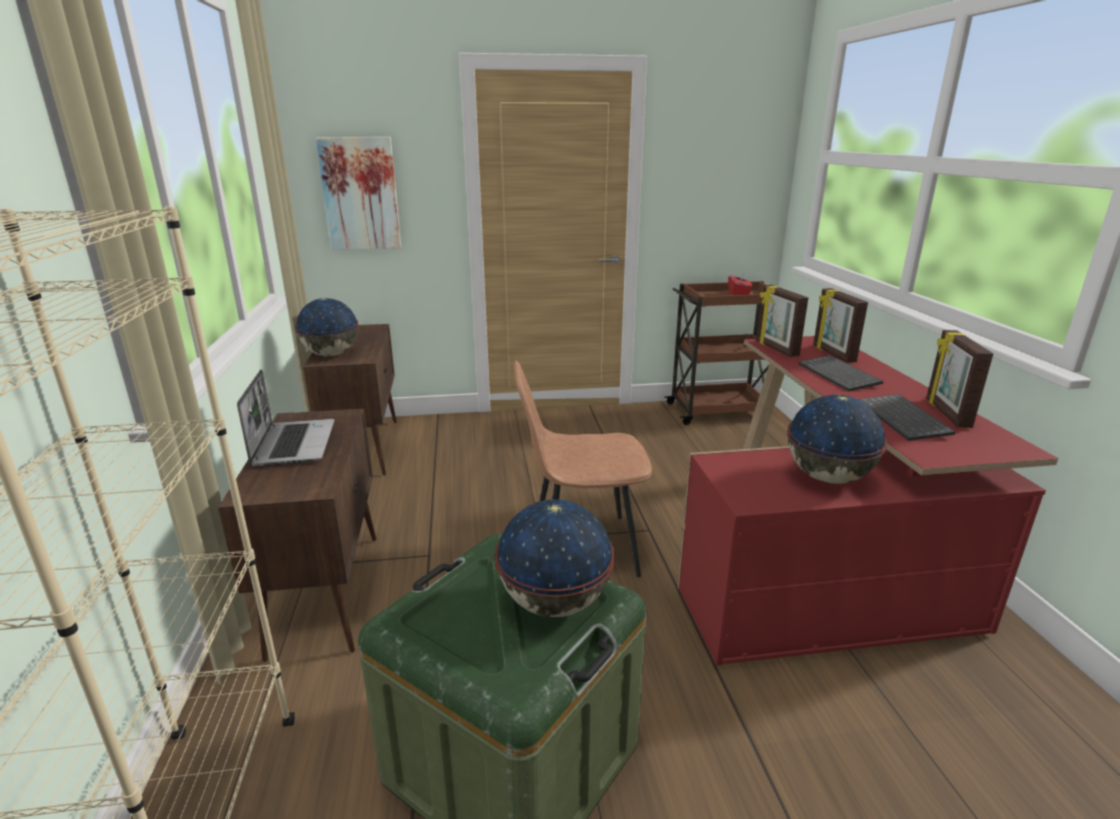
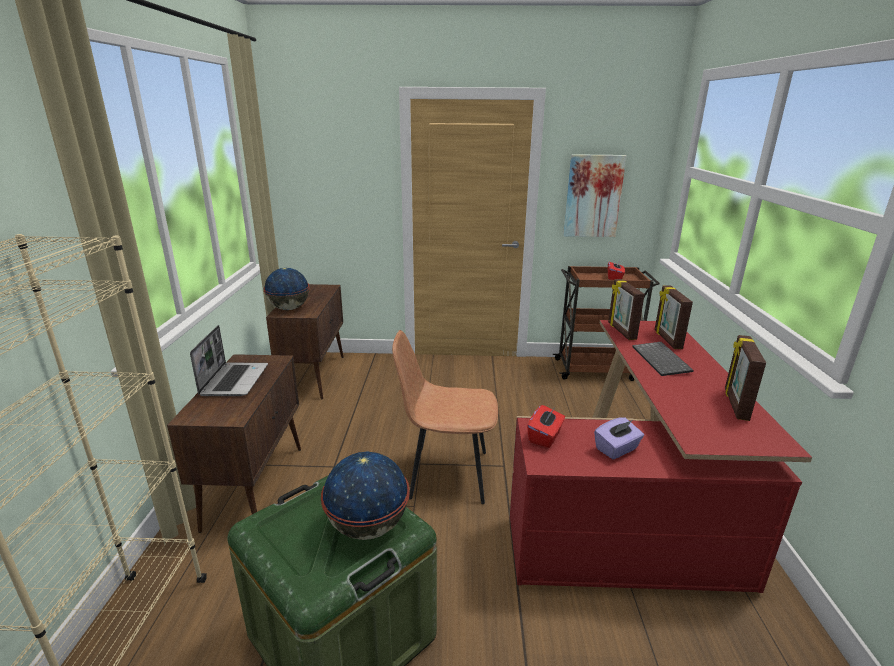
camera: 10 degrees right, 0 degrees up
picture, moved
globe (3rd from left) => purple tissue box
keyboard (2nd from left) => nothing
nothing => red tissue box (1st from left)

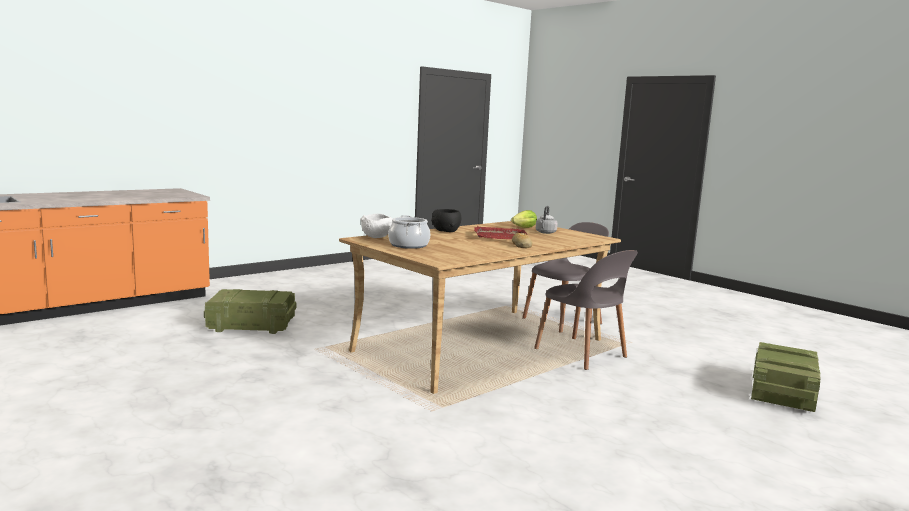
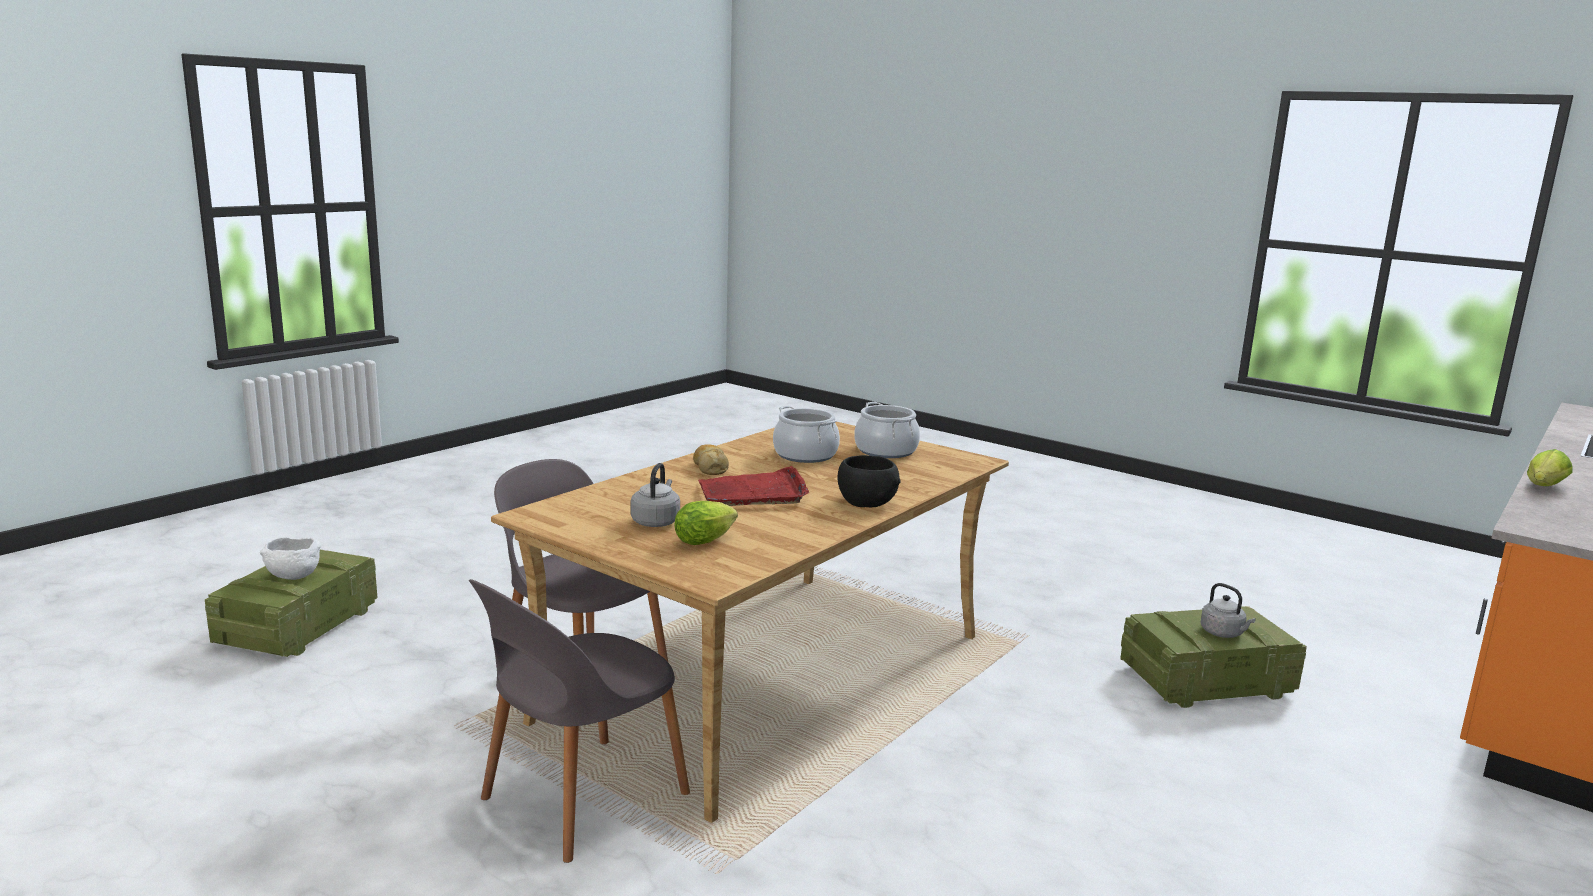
camera: 170 degrees right, 5 degrees up
white bowl, moved
nothing => cooking pot (1st from left)
nothing => grey kettle (2nd from left)
nothing => lettuce (2nd from left)

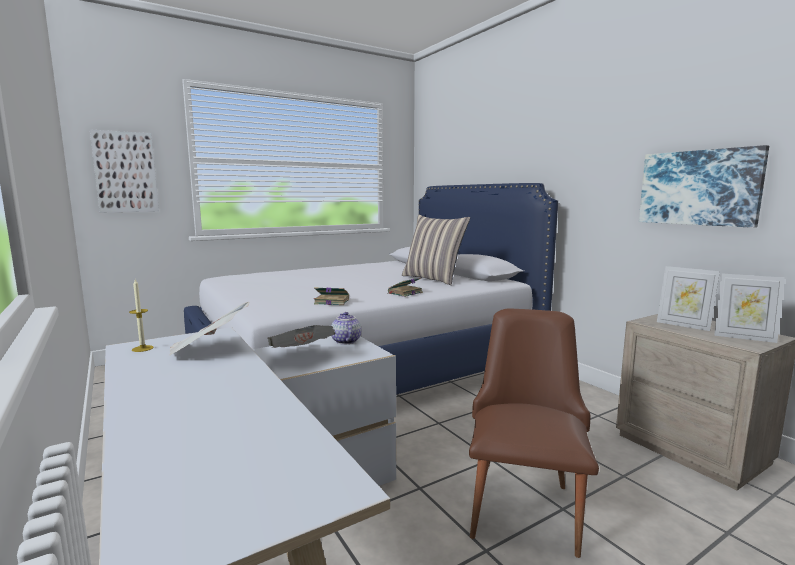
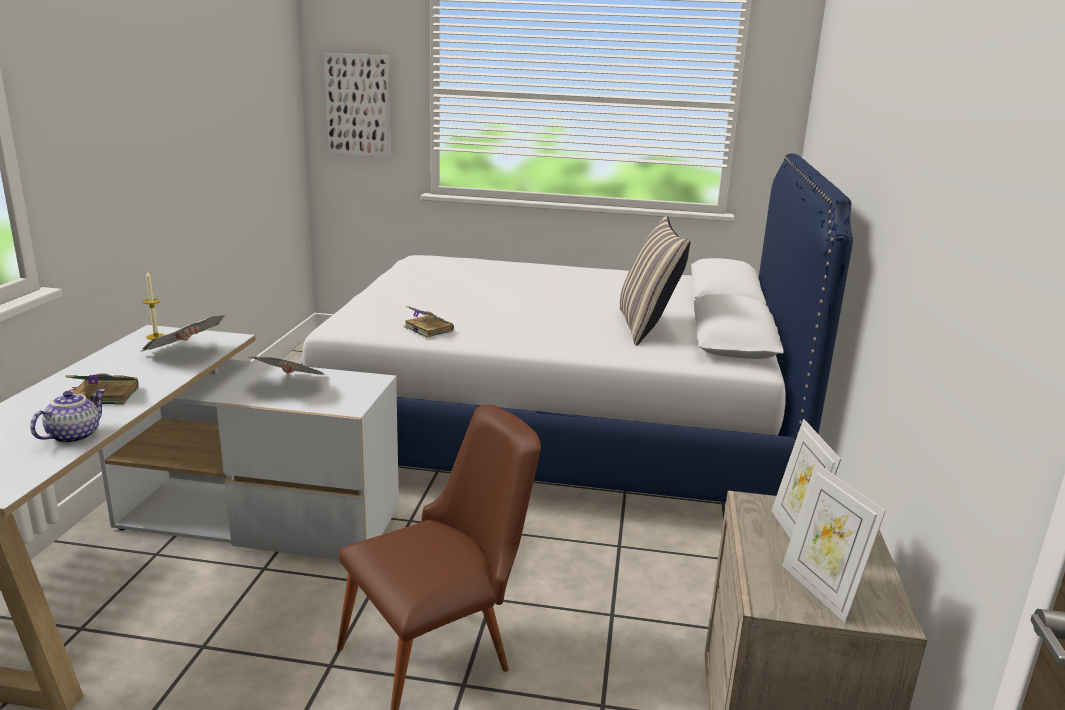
camera: 40 degrees right, 10 degrees up
teapot, moved
book (2nd from left in the first image) => book (1st from left), moved
picture (2nd from left) => nothing

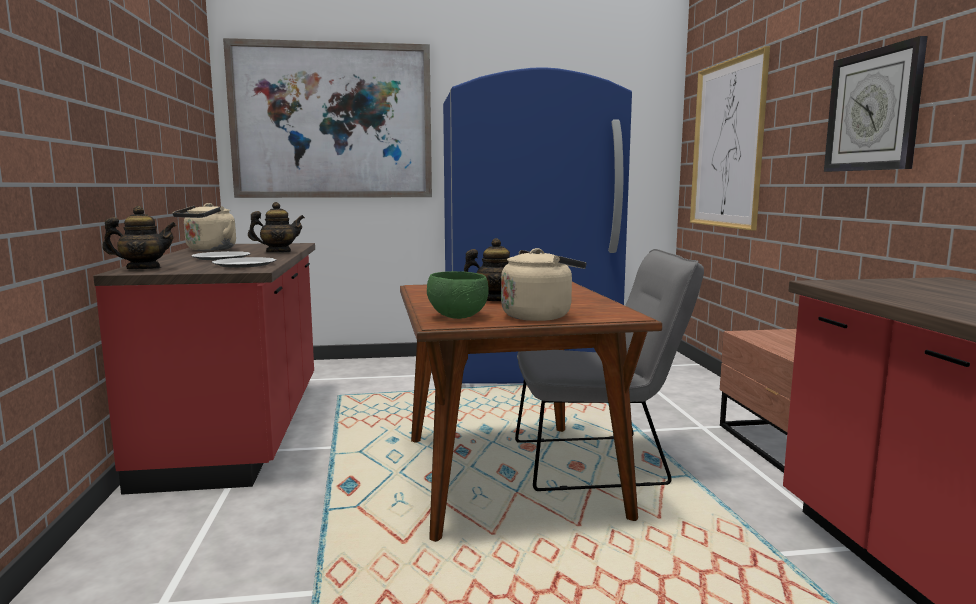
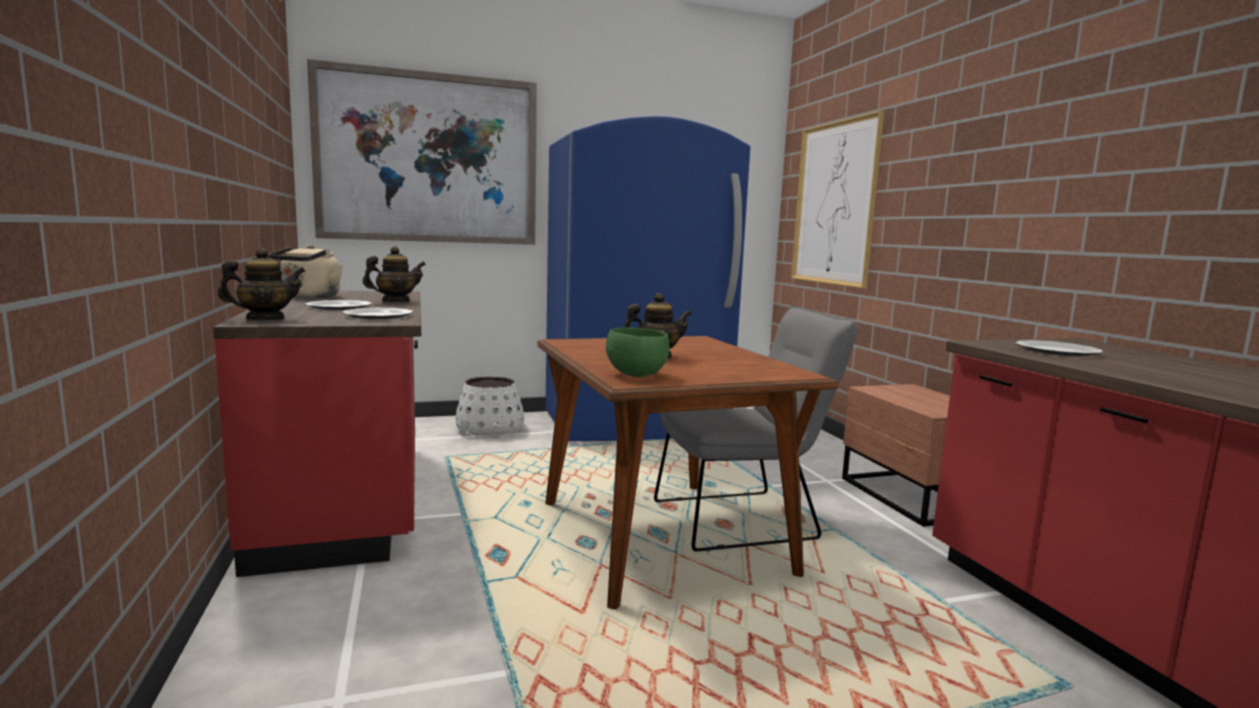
camera: 10 degrees left, 0 degrees up
beige kettle (2nd from left) => nothing
wall clock => nothing
nothing => white planter
nothing => plate (3rd from left)

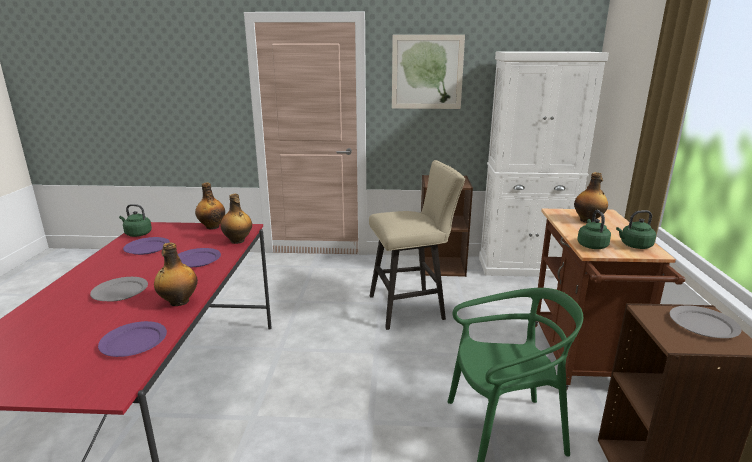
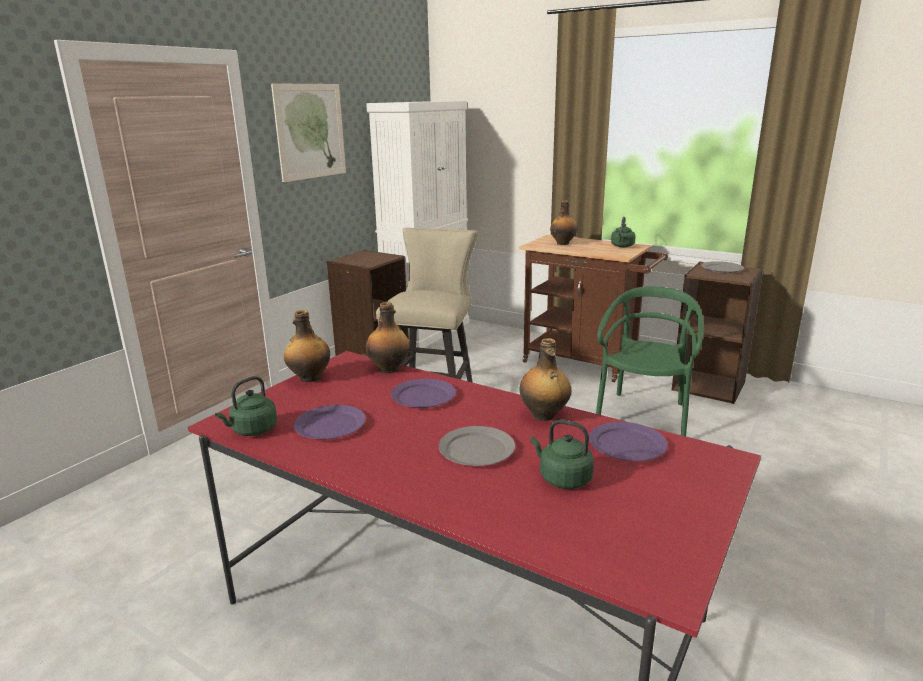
camera: 60 degrees left, 0 degrees up
green kettle (2nd from left), moved

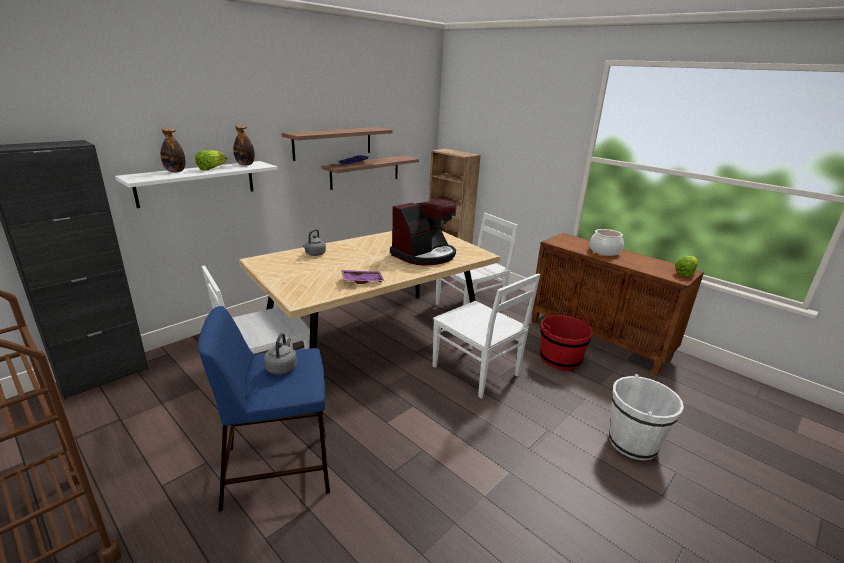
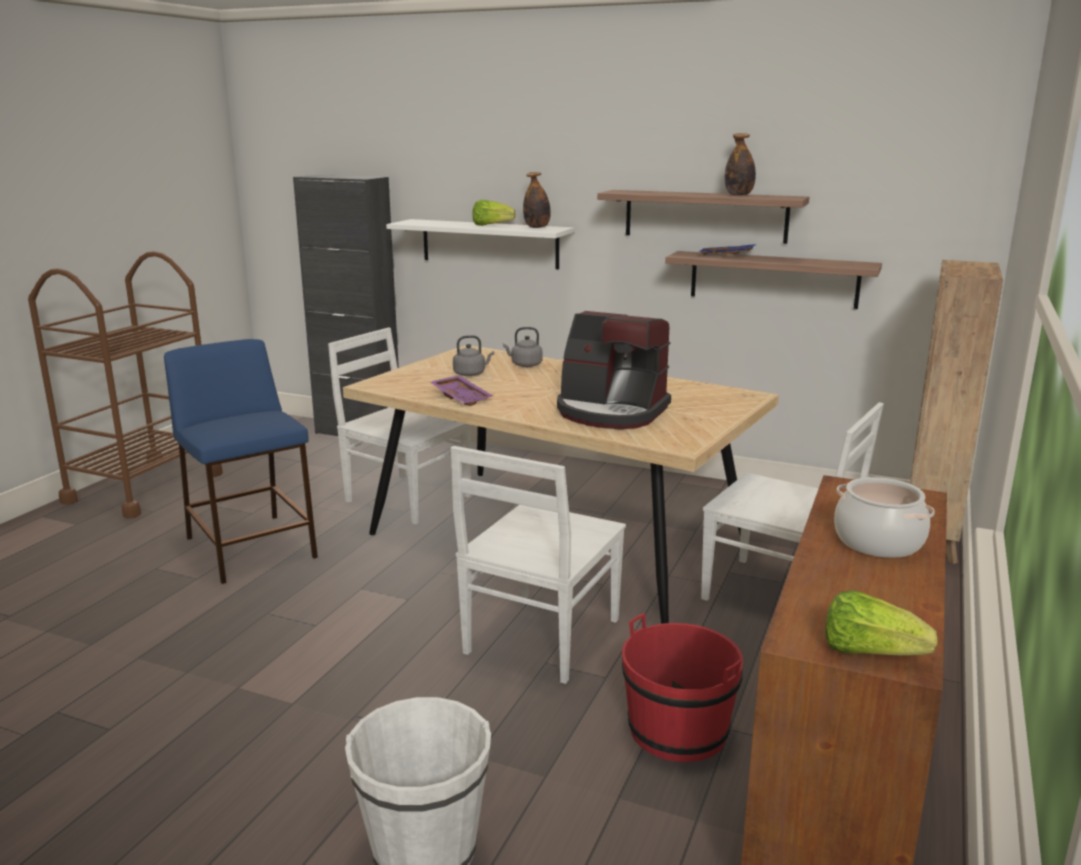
camera: 70 degrees right, 5 degrees down
bottle (1st from left in the first image) => bottle (2nd from left), moved
grey kettle (1st from left), moved

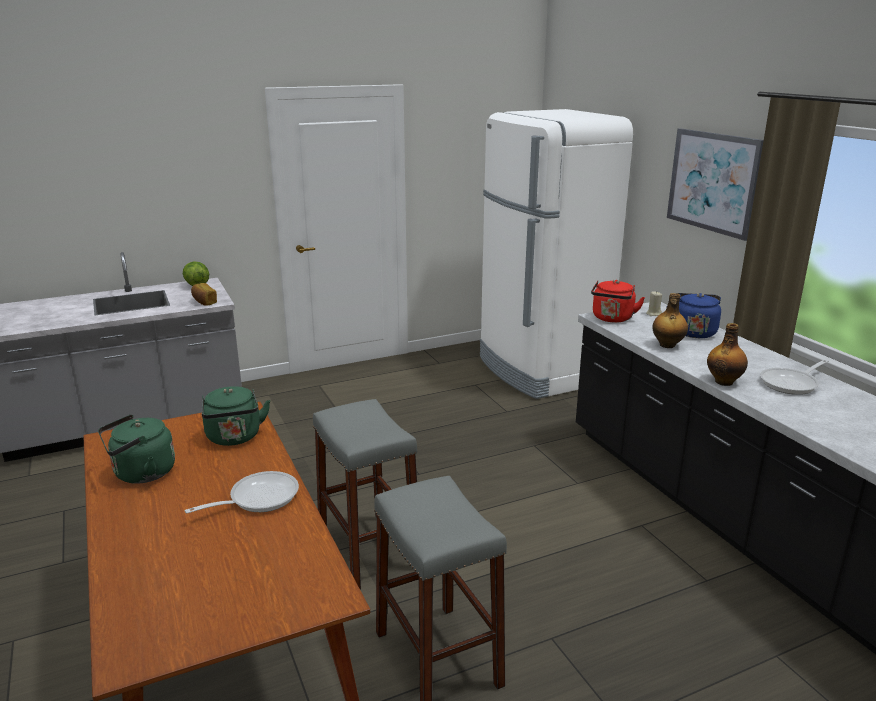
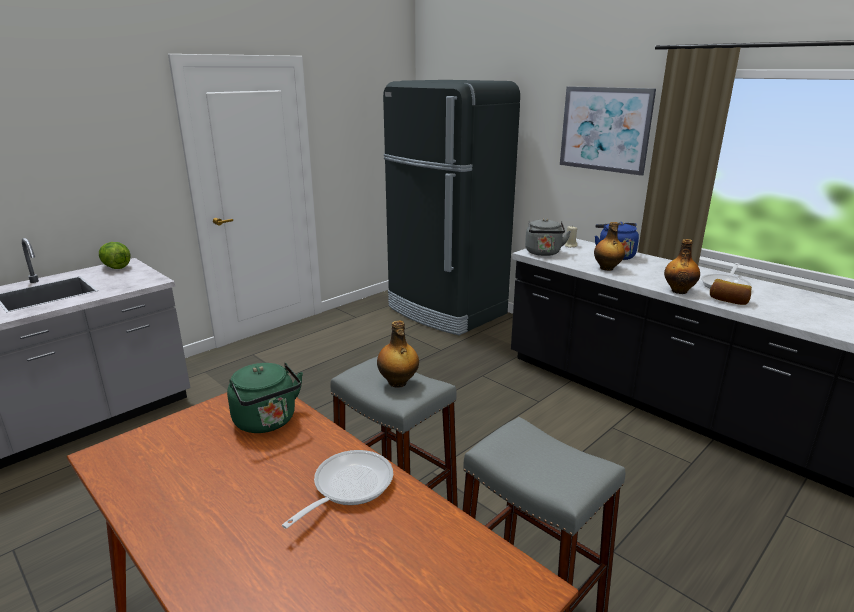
camera: 20 degrees left, 0 degrees up
green kettle (1st from left) => nothing
bread, moved
white fridge => black fridge
red kettle => grey kettle
nothing => bottle (1st from left)

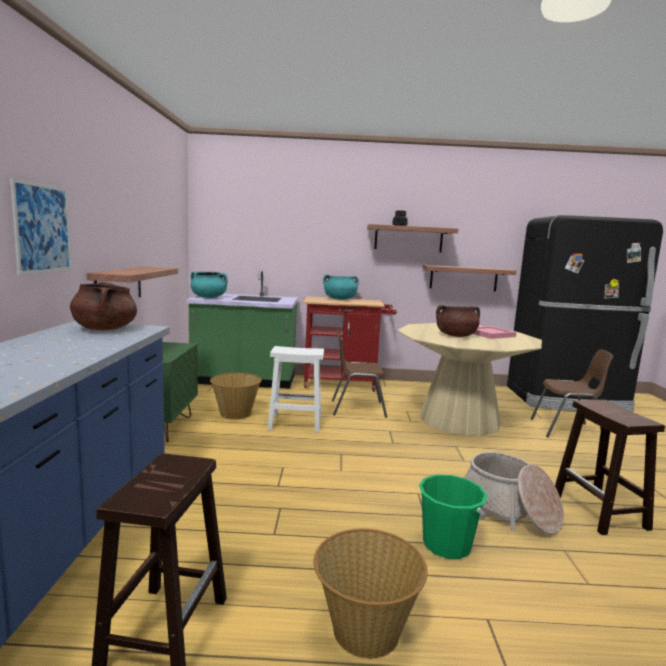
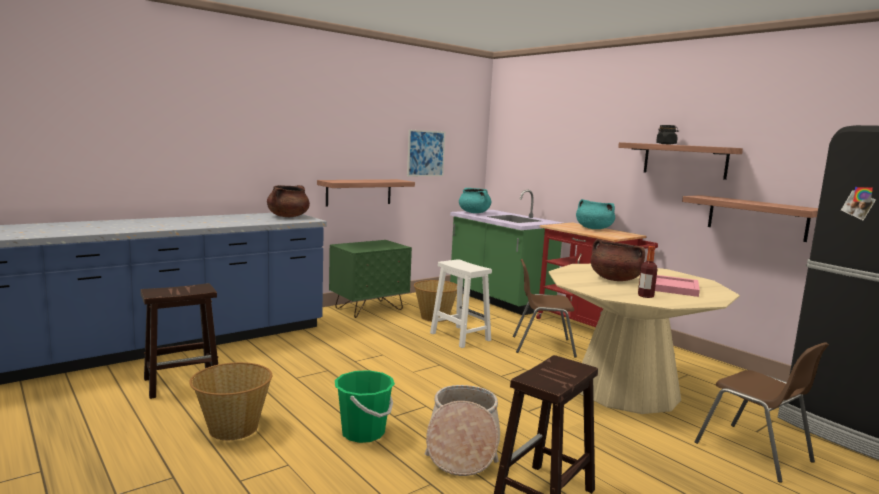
camera: 50 degrees right, 0 degrees up
picture, moved
brown chair (1st from left), 45 degrees counterclockwise
nothing => bottle

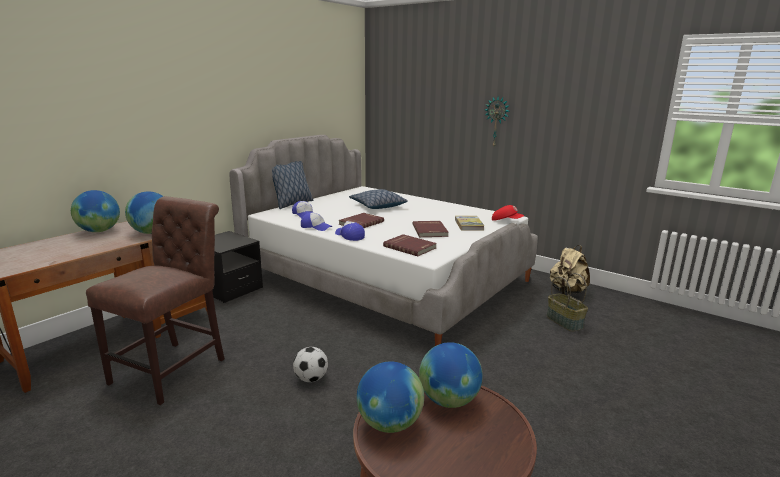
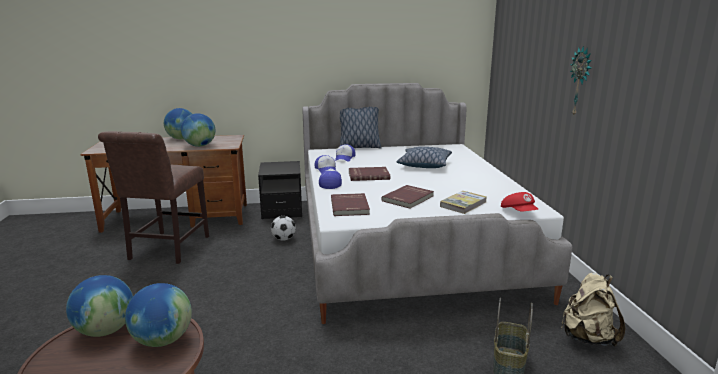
camera: 45 degrees right, 0 degrees up
brown chair, 120 degrees clockwise
football, moved

